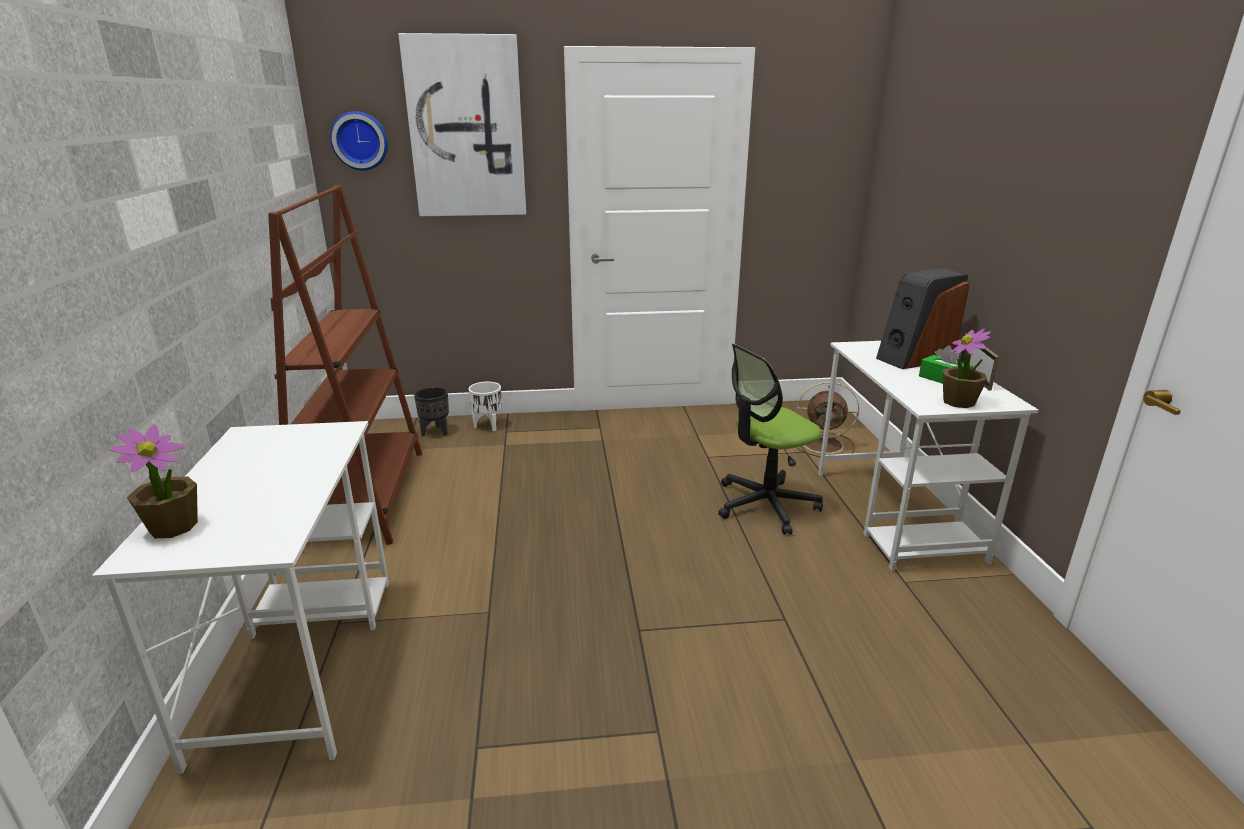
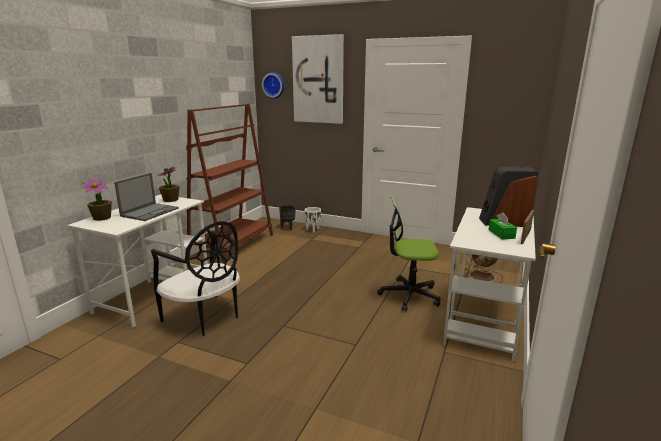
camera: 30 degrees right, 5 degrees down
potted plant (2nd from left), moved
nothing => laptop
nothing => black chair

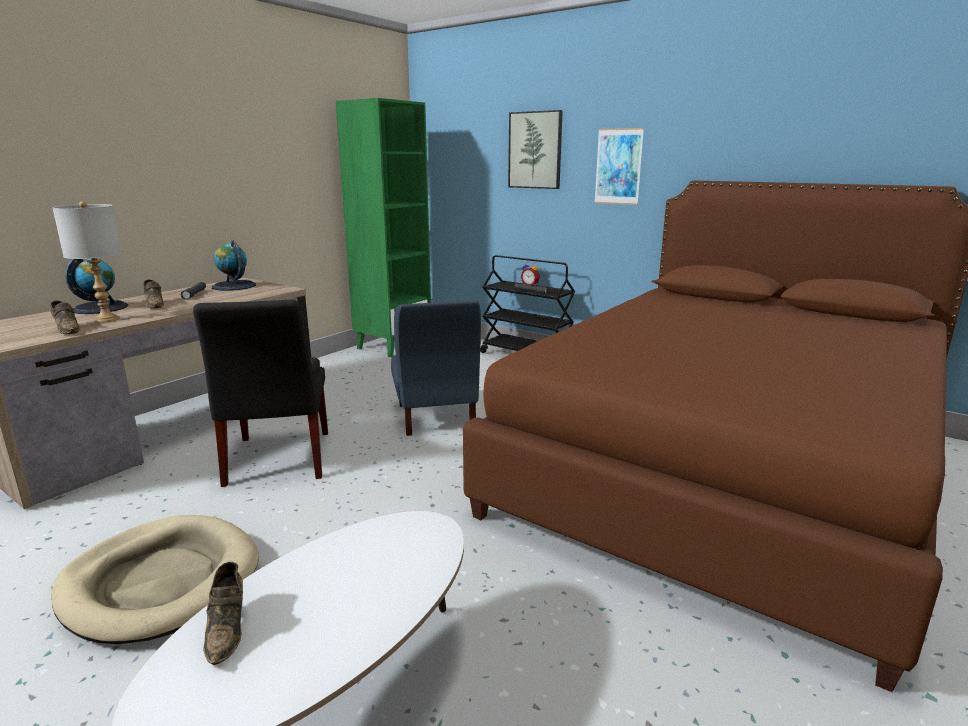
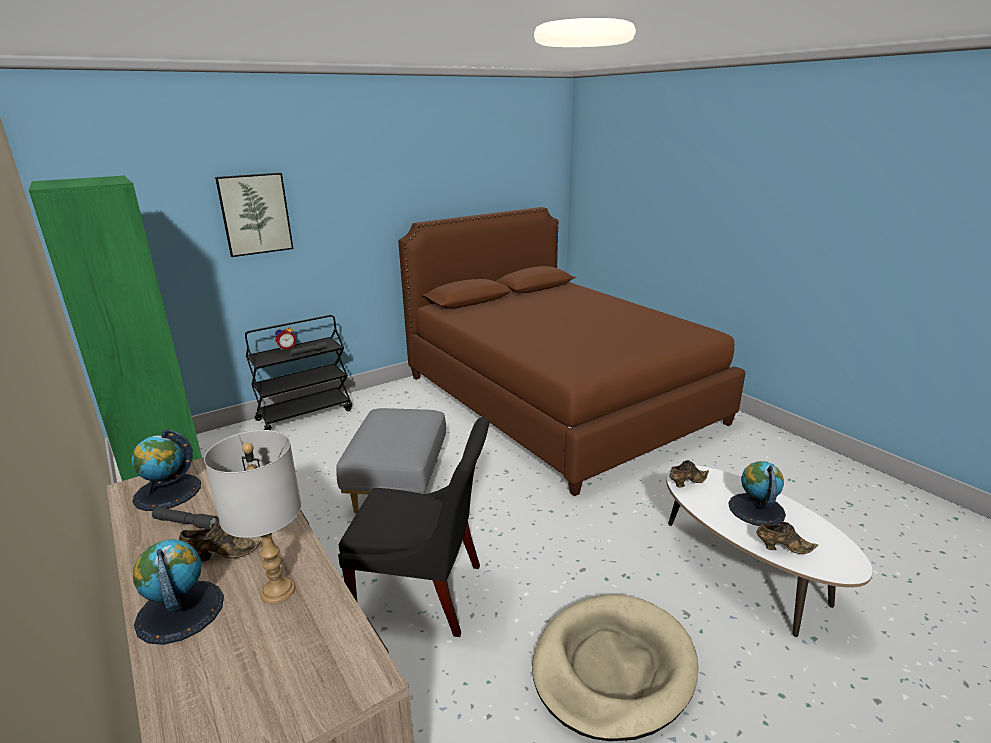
camera: 70 degrees left, 5 degrees up
brown shoe (1st from left in the first image) => brown shoe (2nd from left), moved
blue chair => grey ottoman
picture (2nd from left) => nothing
nothing => globe (3rd from left)

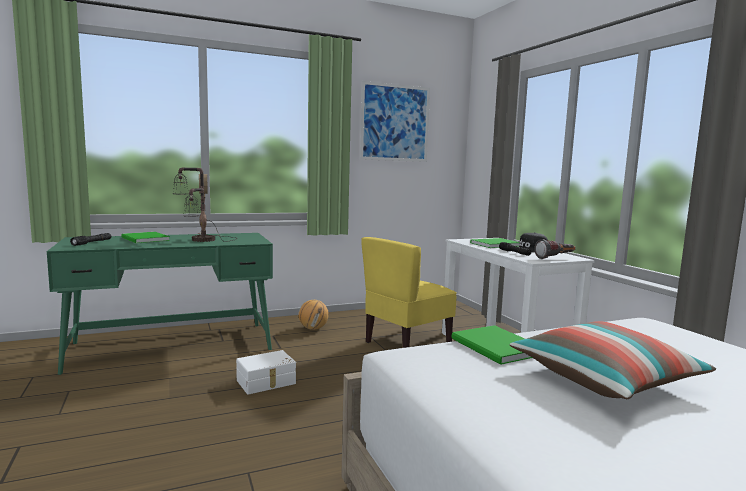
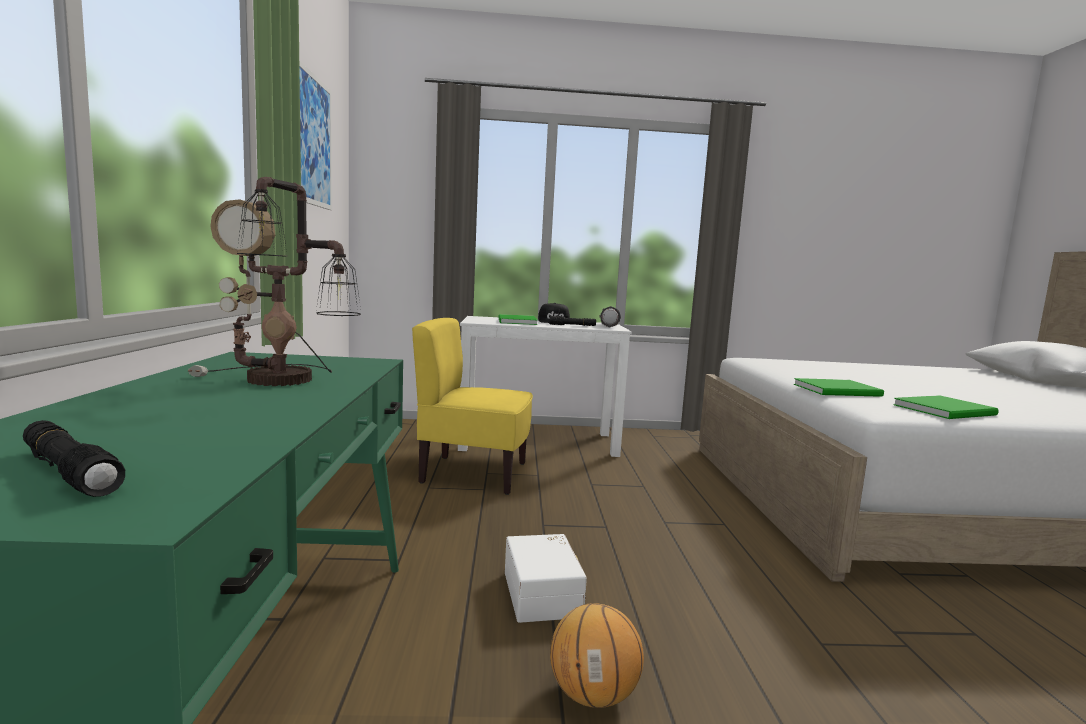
camera: 70 degrees left, 0 degrees up
green book (1st from left in the first image) => green book (3rd from left), moved
basketball, moved
yellow chair, 120 degrees clockwise
pillow => nothing

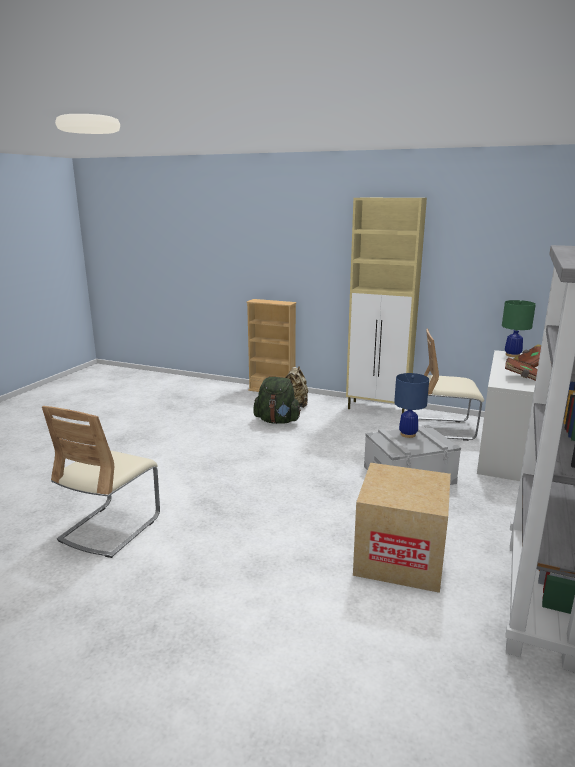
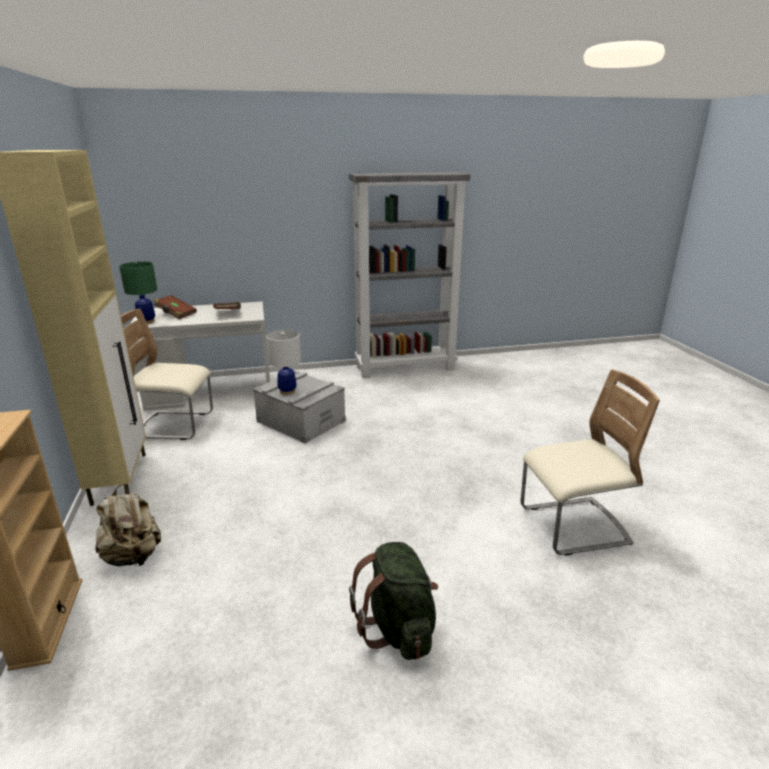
camera: 125 degrees left, 5 degrees up
green backpack, moved
cardboard box => nothing
blue table lamp => white table lamp
beige chair (2nd from left in the first image) => beige chair (1st from left), 120 degrees clockwise

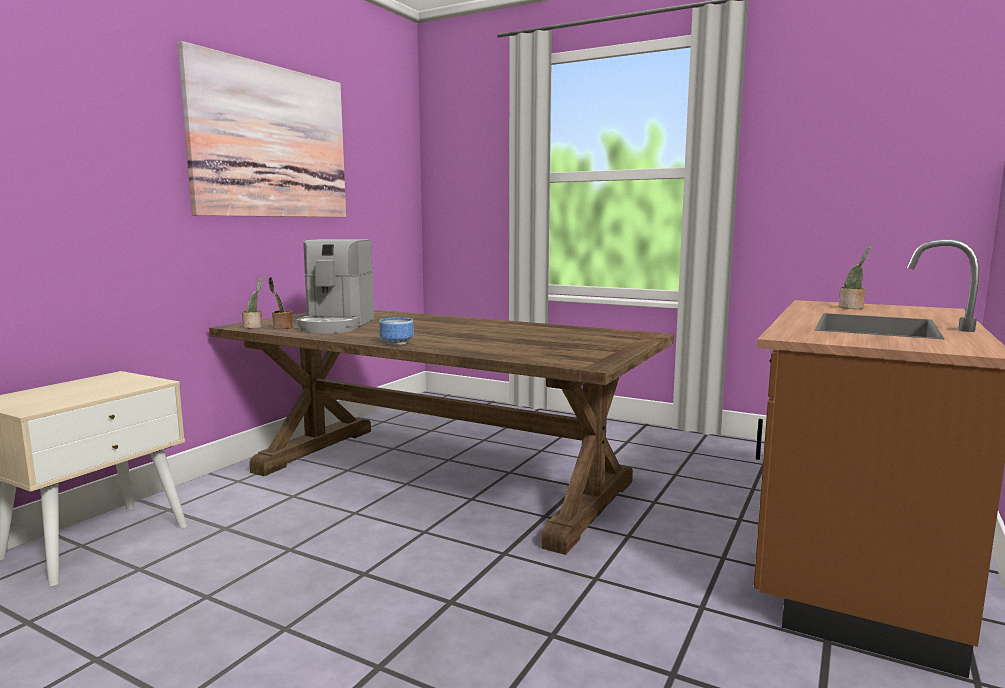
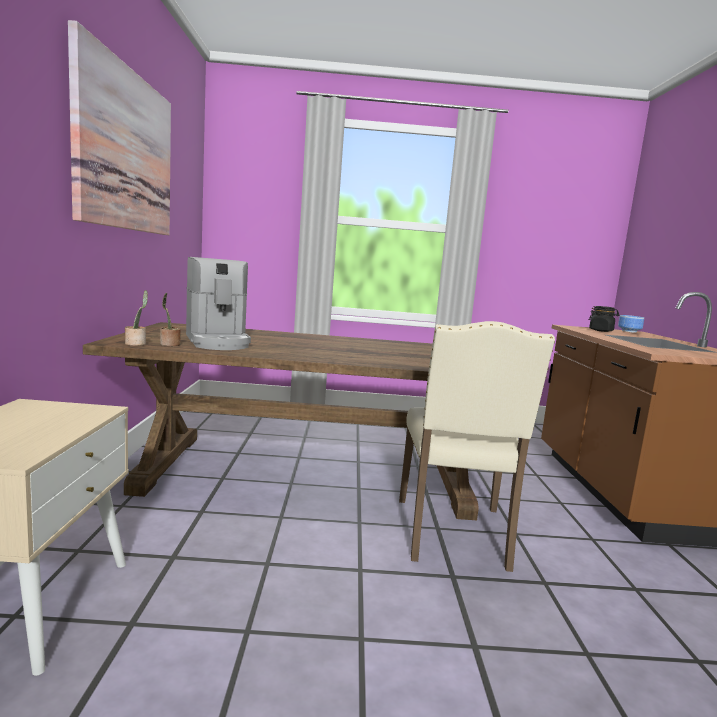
camera: 30 degrees left, 0 degrees up
bowl, moved
potted plant (3rd from left) => black jar
nothing => beige chair

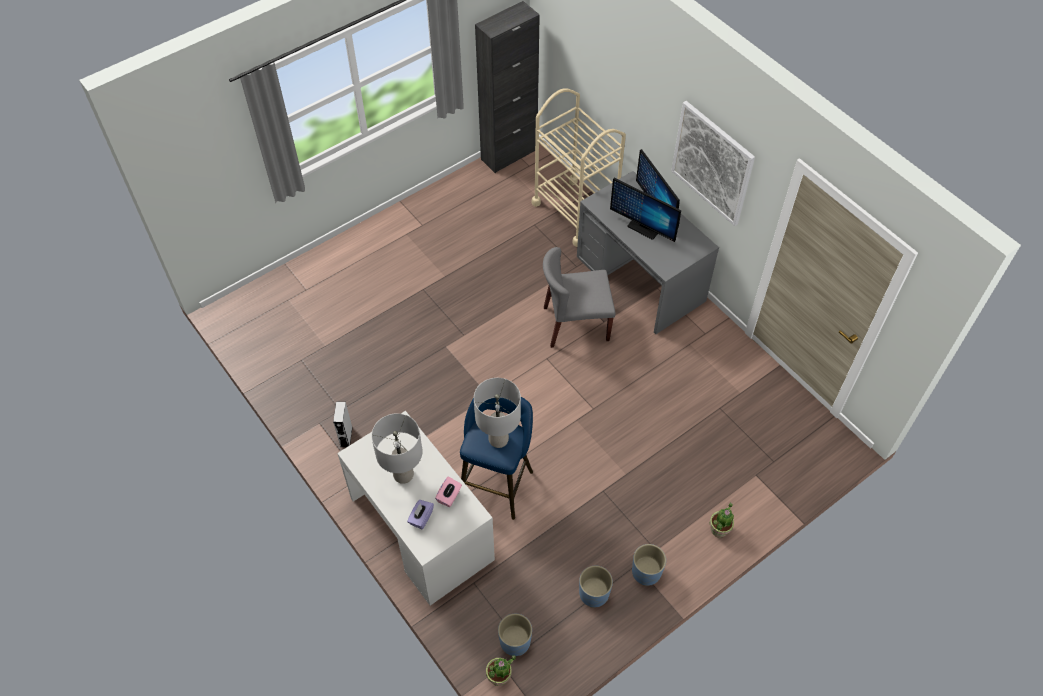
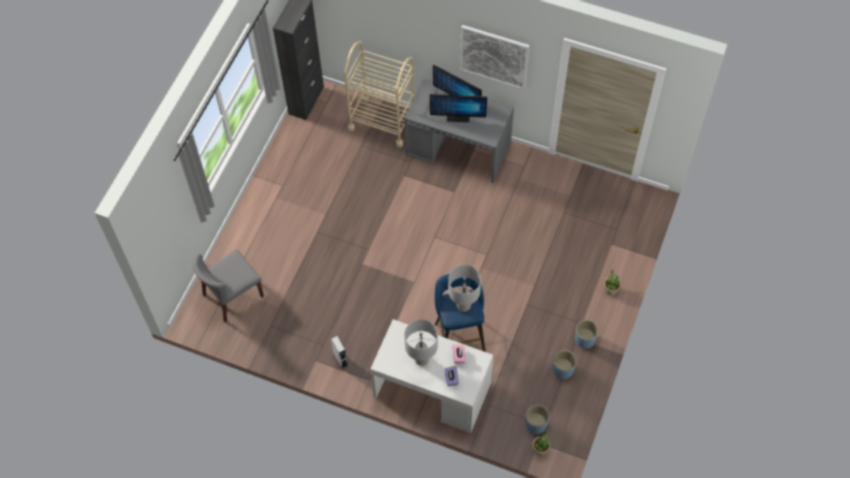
camera: 30 degrees left, 5 degrees up
grey chair, moved

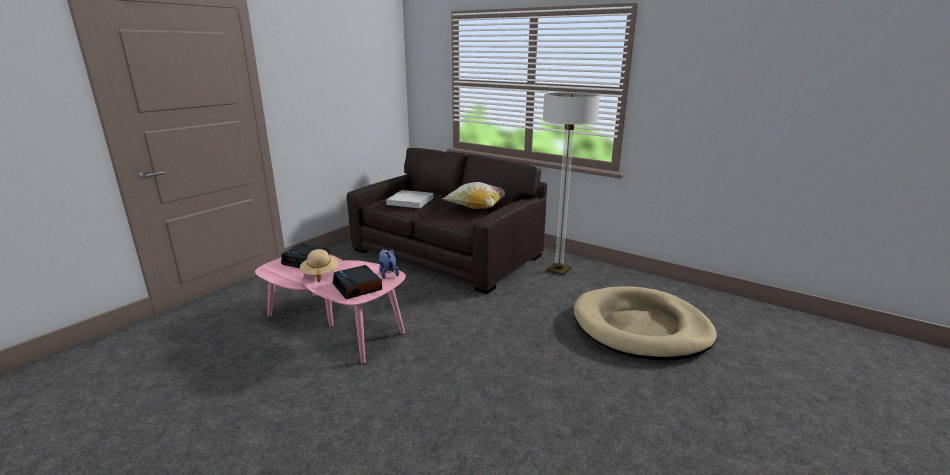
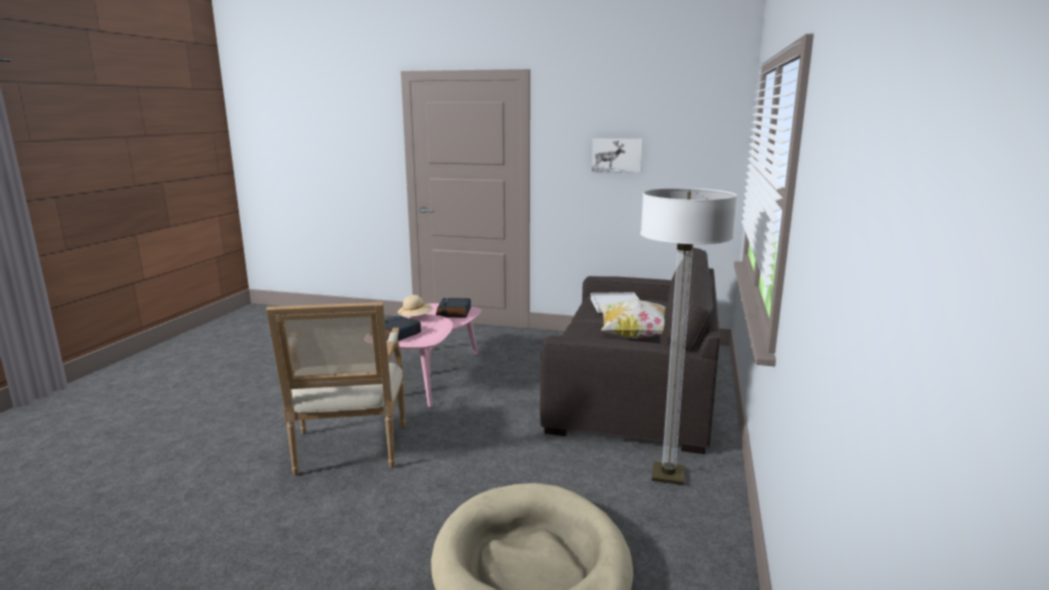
camera: 70 degrees right, 5 degrees down
plush toy => nothing
nothing => armchair
nothing => picture

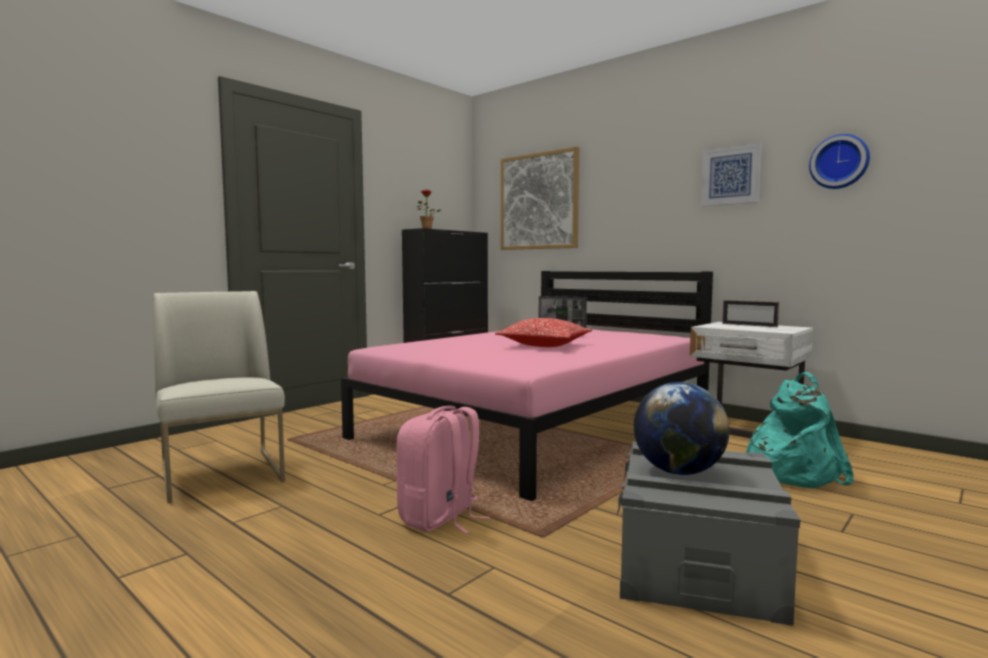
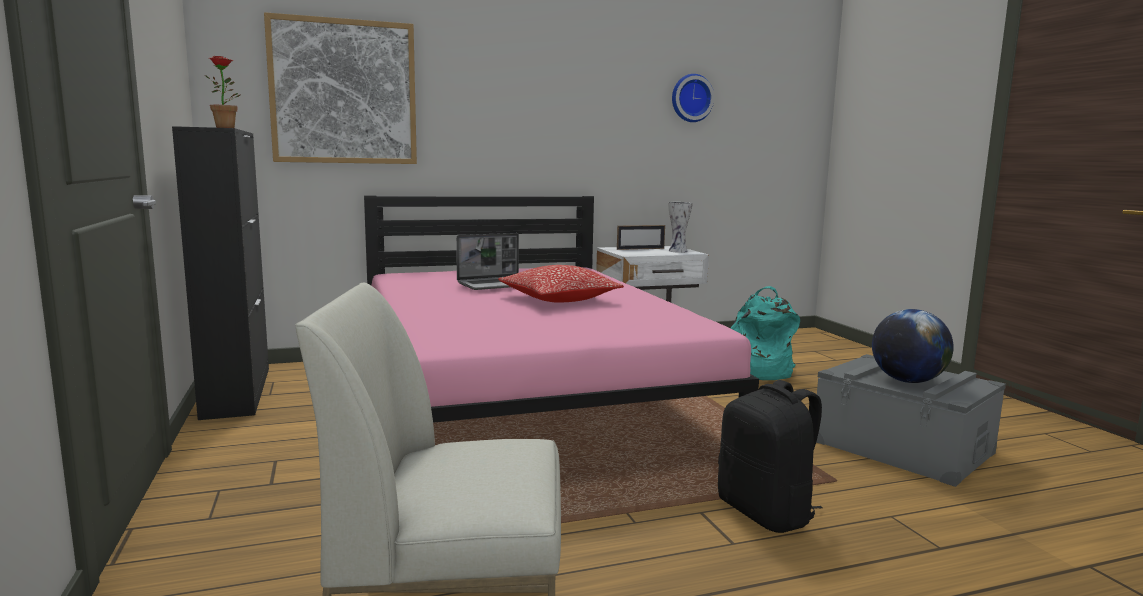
camera: 60 degrees left, 5 degrees up
pink backpack => black backpack
picture (2nd from left) => nothing
nothing => vase

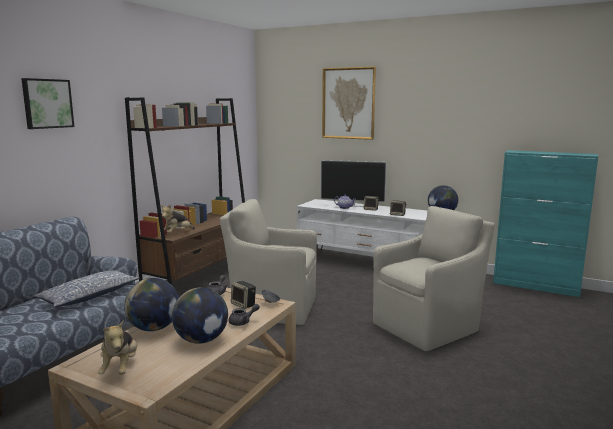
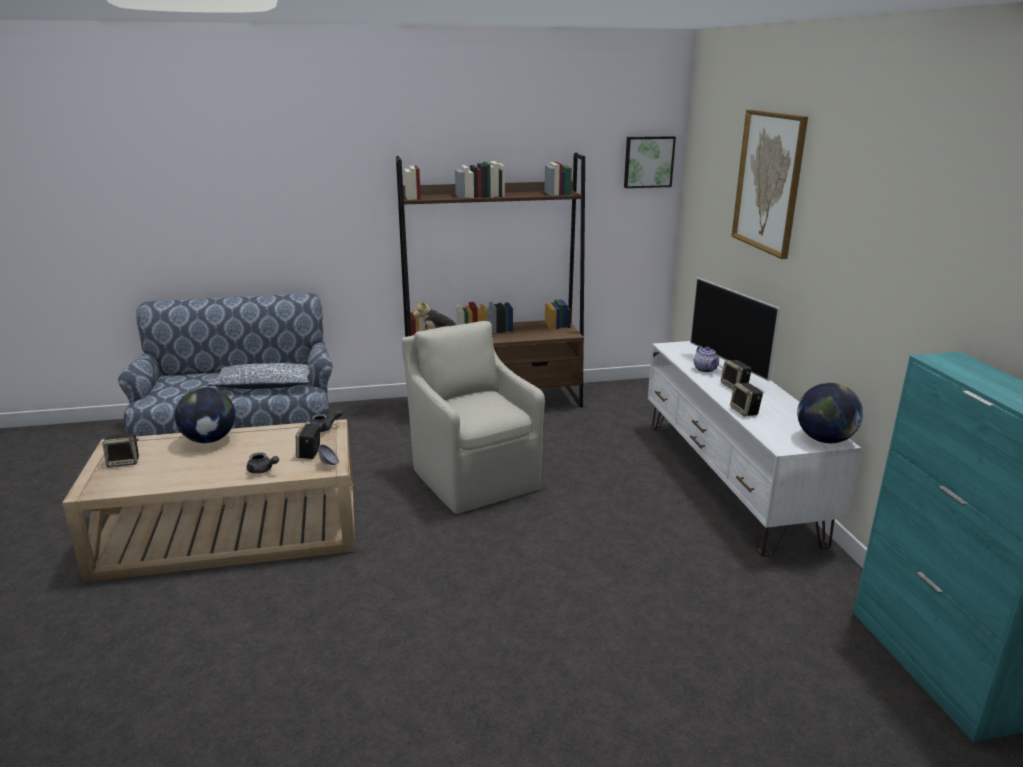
camera: 50 degrees right, 10 degrees up
picture (1st from left), moved
plush toy (1st from left) => speaker (1st from left)
globe (2nd from left) => nothing
beige armchair (2nd from left) => nothing

